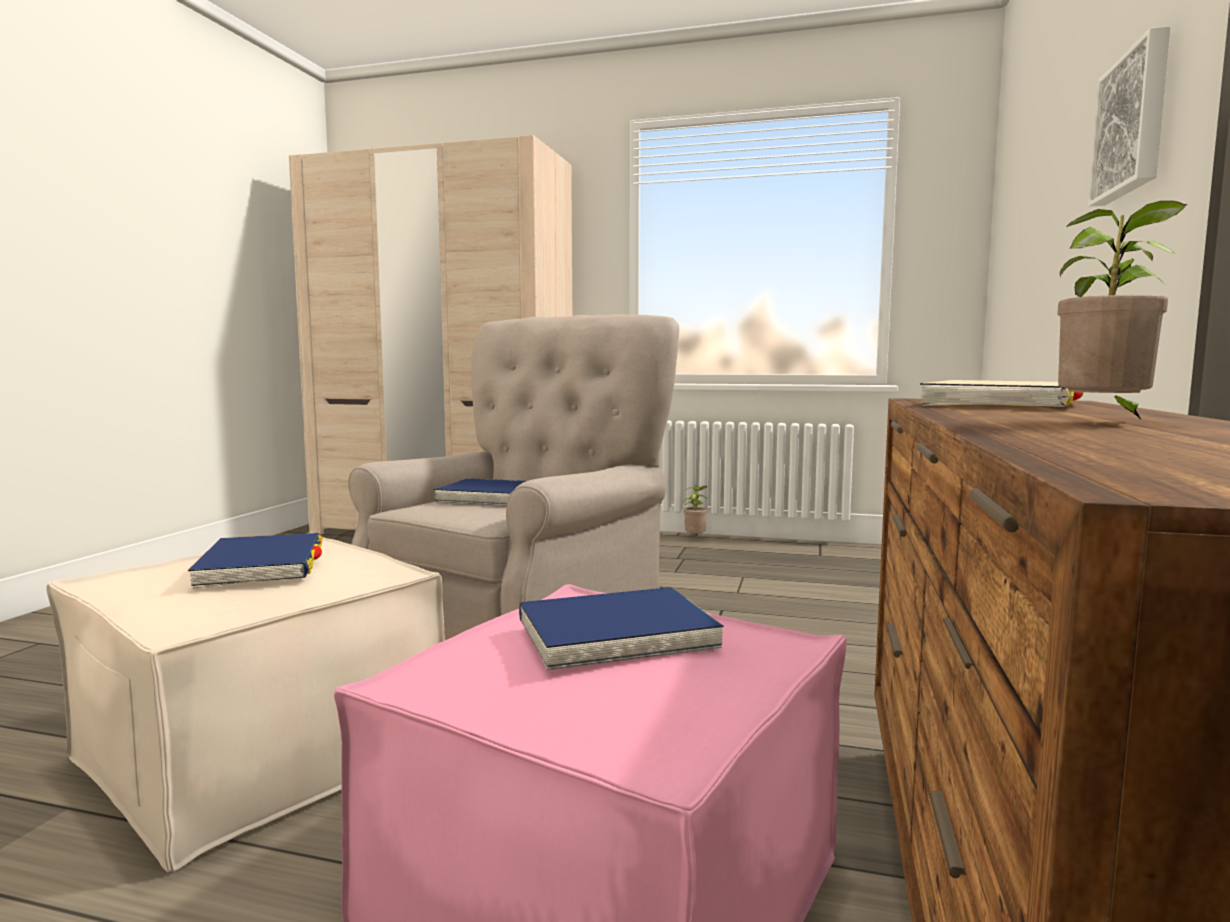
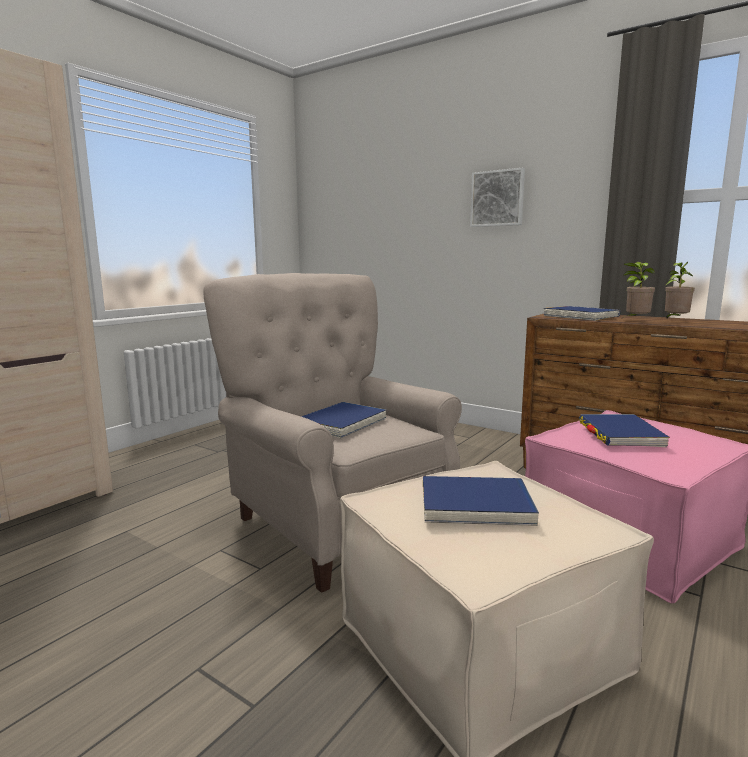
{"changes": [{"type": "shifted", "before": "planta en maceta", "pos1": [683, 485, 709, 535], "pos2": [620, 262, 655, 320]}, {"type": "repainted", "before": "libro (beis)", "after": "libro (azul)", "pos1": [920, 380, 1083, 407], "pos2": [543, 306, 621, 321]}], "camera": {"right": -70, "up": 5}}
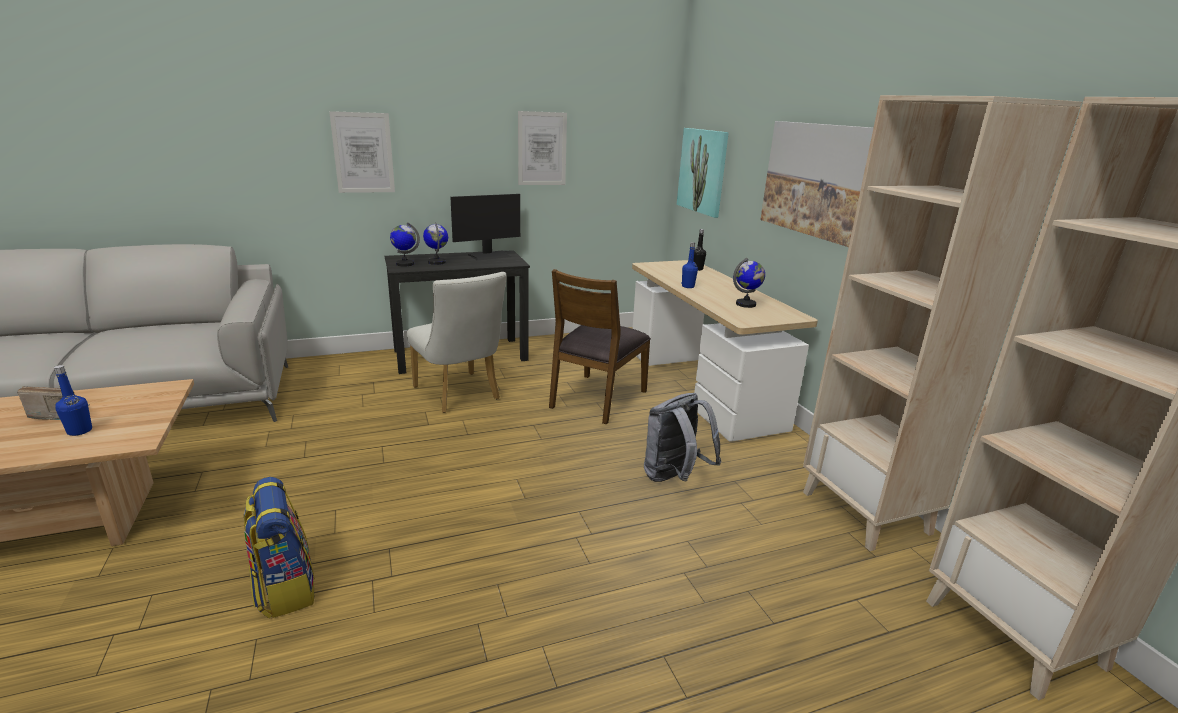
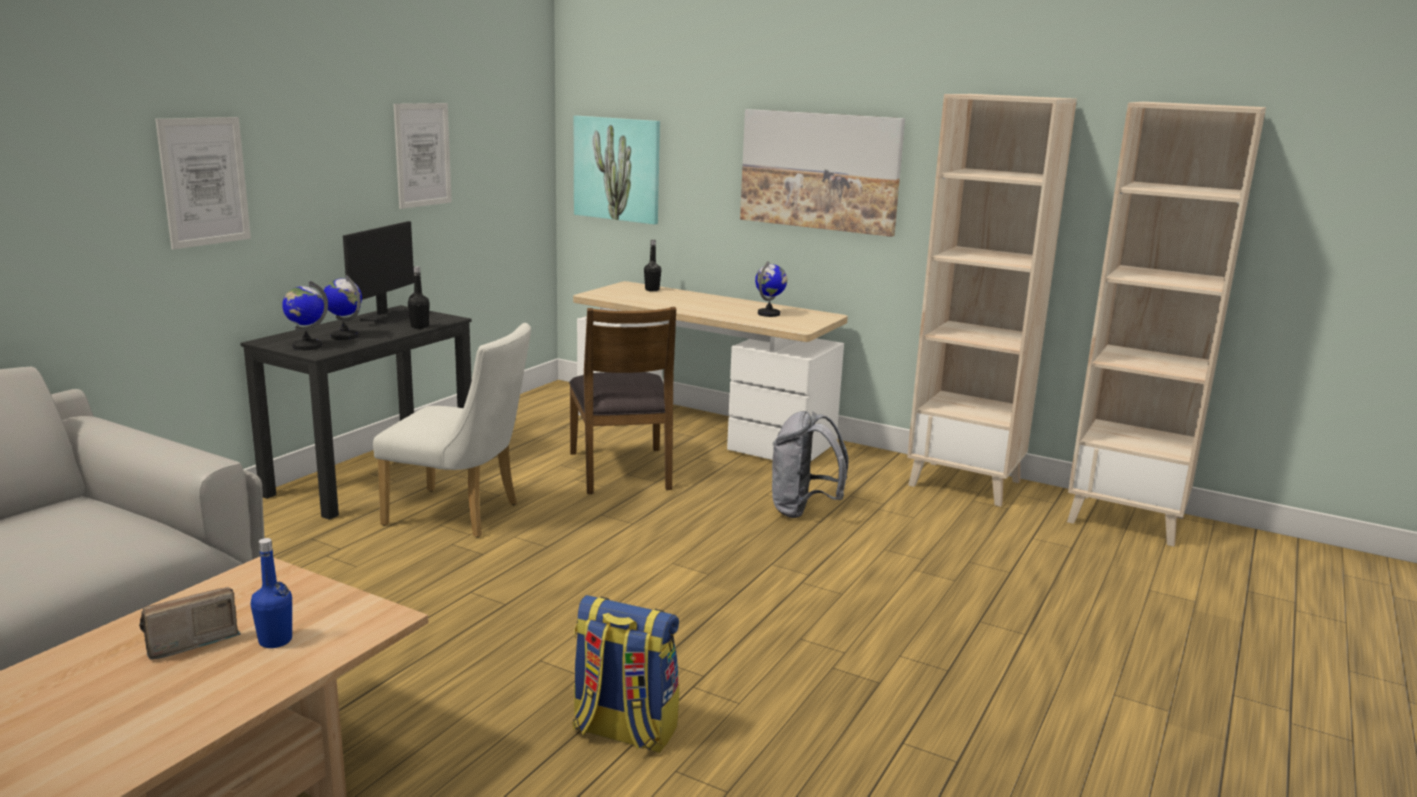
{"changes": [{"type": "gone", "before": "botella (azul)", "pos1": [682, 242, 698, 288]}, {"type": "new", "after": "botella (negro)", "pos2": [408, 266, 430, 329]}], "camera": {"right": -40, "up": -5}}
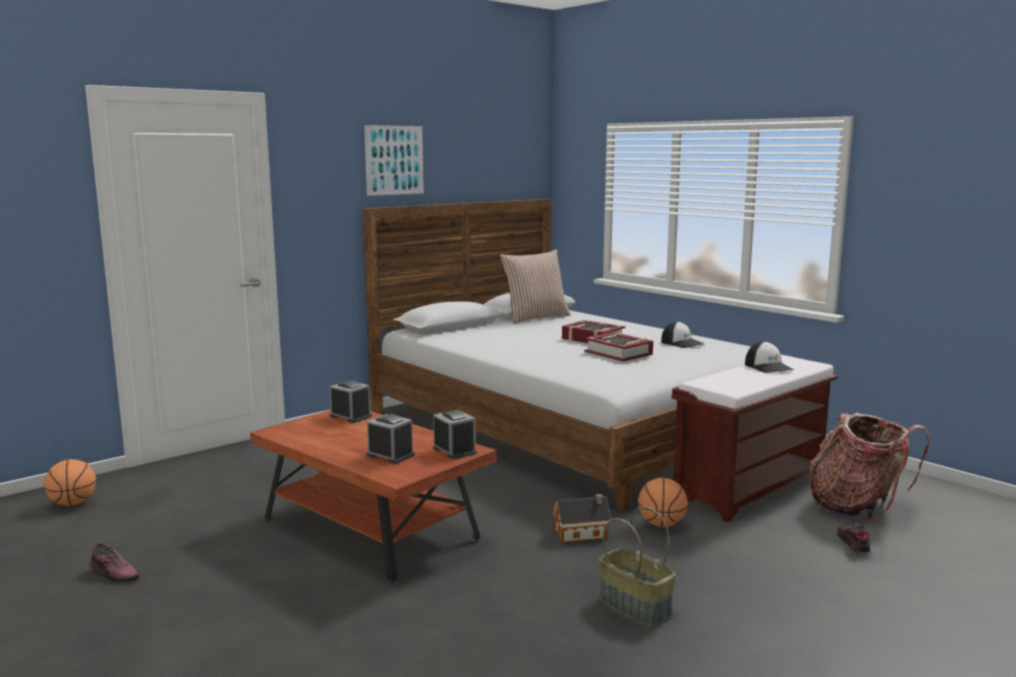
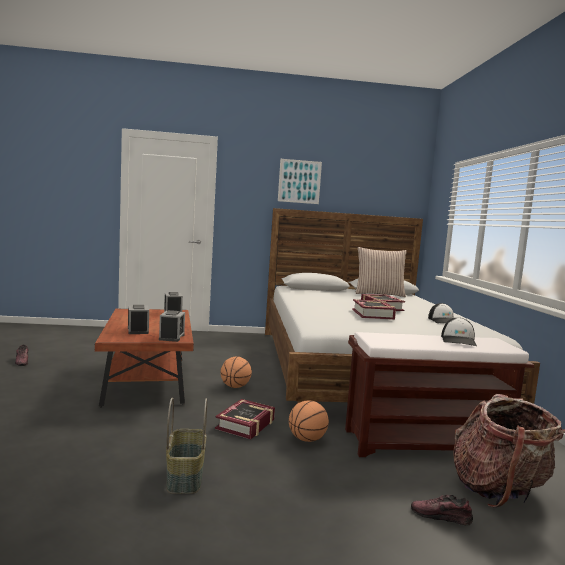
{"changes": [{"type": "shifted", "before": "balón de baloncesto", "pos1": [44, 459, 96, 506], "pos2": [220, 356, 252, 388]}, {"type": "swapped", "before": "casita", "after": "libro", "pos1": [553, 494, 611, 543], "pos2": [215, 399, 275, 439]}, {"type": "rotated", "before": "zapato", "pos1": [837, 523, 870, 553], "pos2": [411, 494, 473, 525], "turn": -105}], "camera": {"right": 35, "up": -5}}
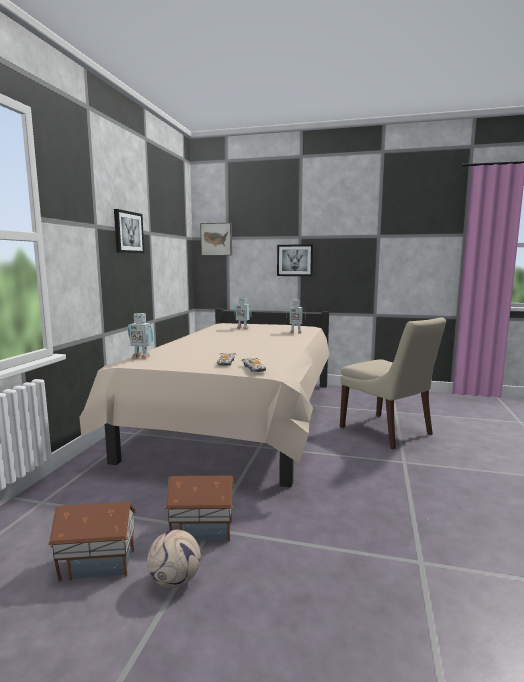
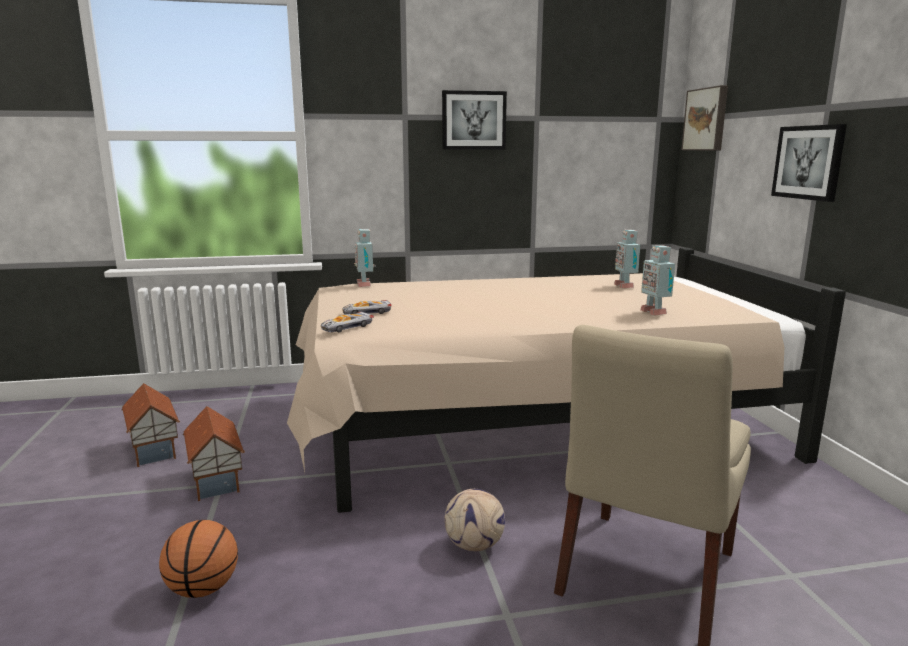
{"changes": [{"type": "new", "after": "balón de baloncesto", "pos2": [159, 520, 238, 598]}, {"type": "shifted", "before": "balón de fútbol", "pos1": [147, 530, 201, 588], "pos2": [444, 489, 505, 551]}], "camera": {"right": 65, "up": 5}}
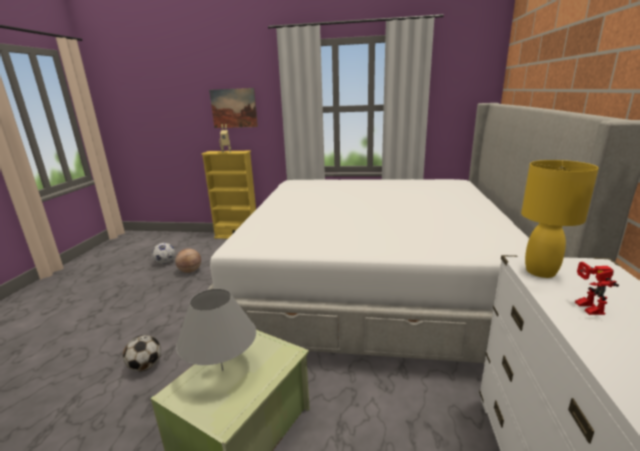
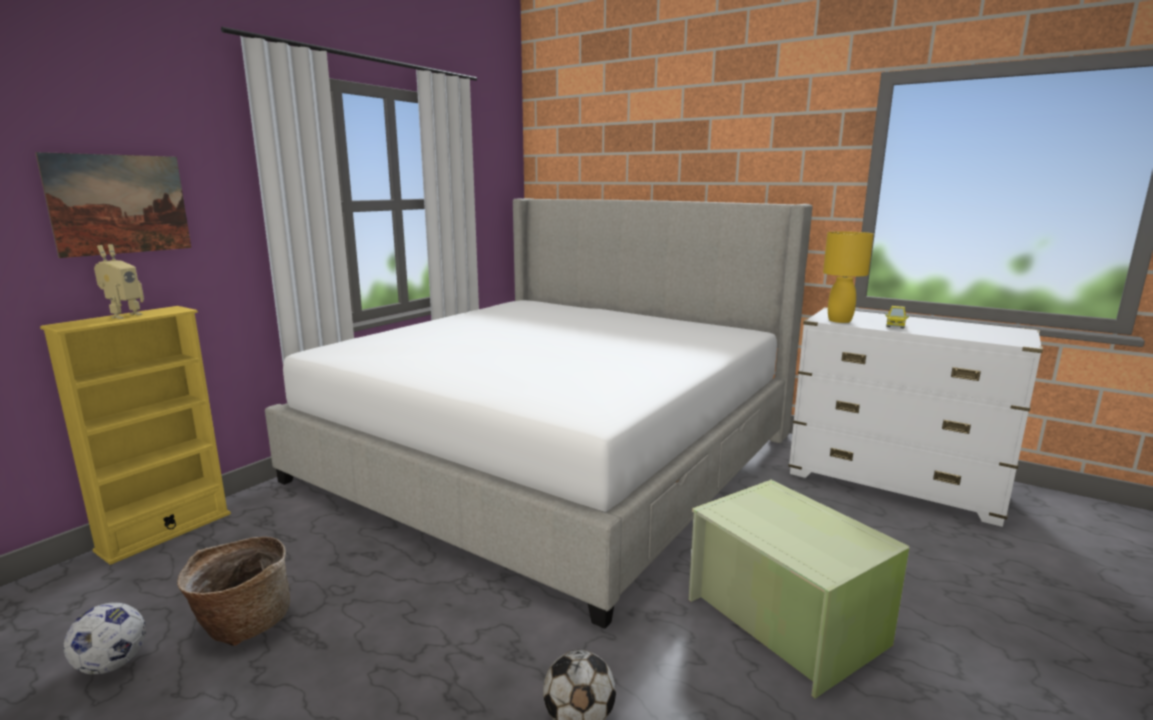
{"changes": [{"type": "gone", "before": "lámpara de mesa (gris)", "pos1": [176, 289, 256, 371]}, {"type": "swapped", "before": "balón de baloncesto", "after": "cesta", "pos1": [175, 248, 201, 273], "pos2": [177, 536, 290, 646]}, {"type": "swapped", "before": "robot de juguete", "after": "camión de juguete", "pos1": [575, 262, 619, 315], "pos2": [885, 306, 909, 328]}], "camera": {"right": -65, "up": -5}}
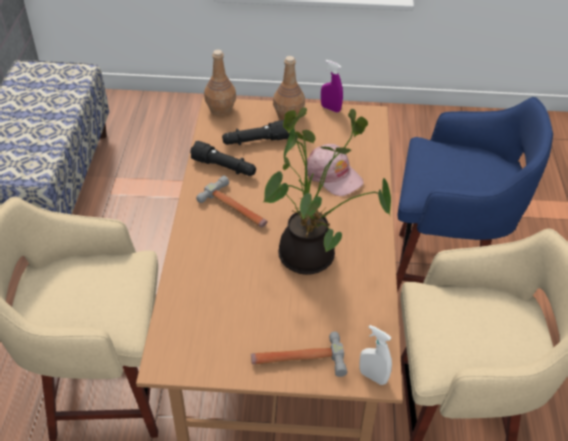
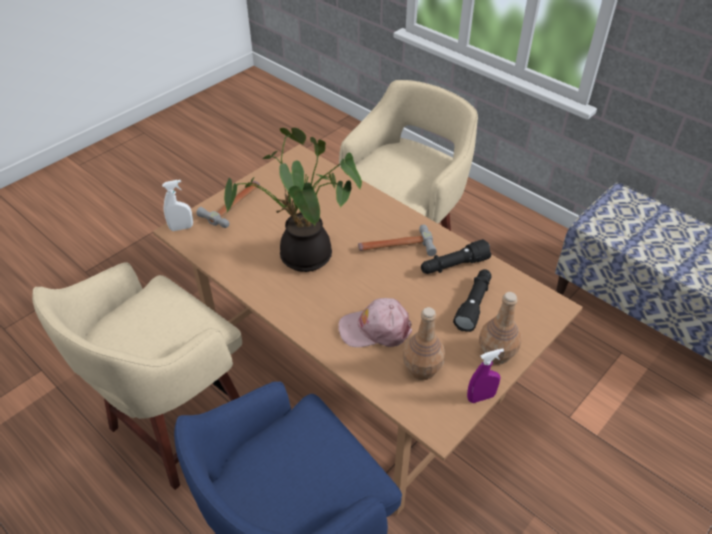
{"changes": [{"type": "shifted", "before": "botella (marrón)", "pos1": [204, 50, 236, 116], "pos2": [403, 307, 445, 380]}], "camera": {"right": 130, "up": 0}}
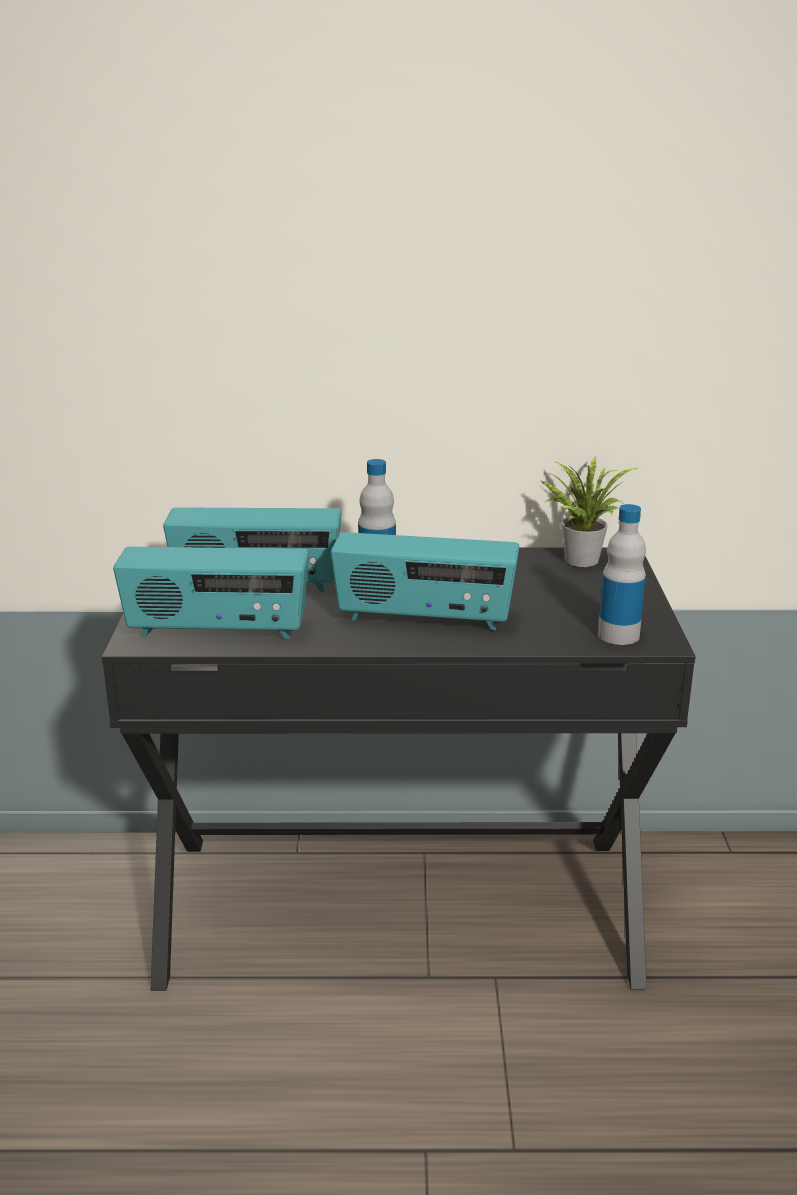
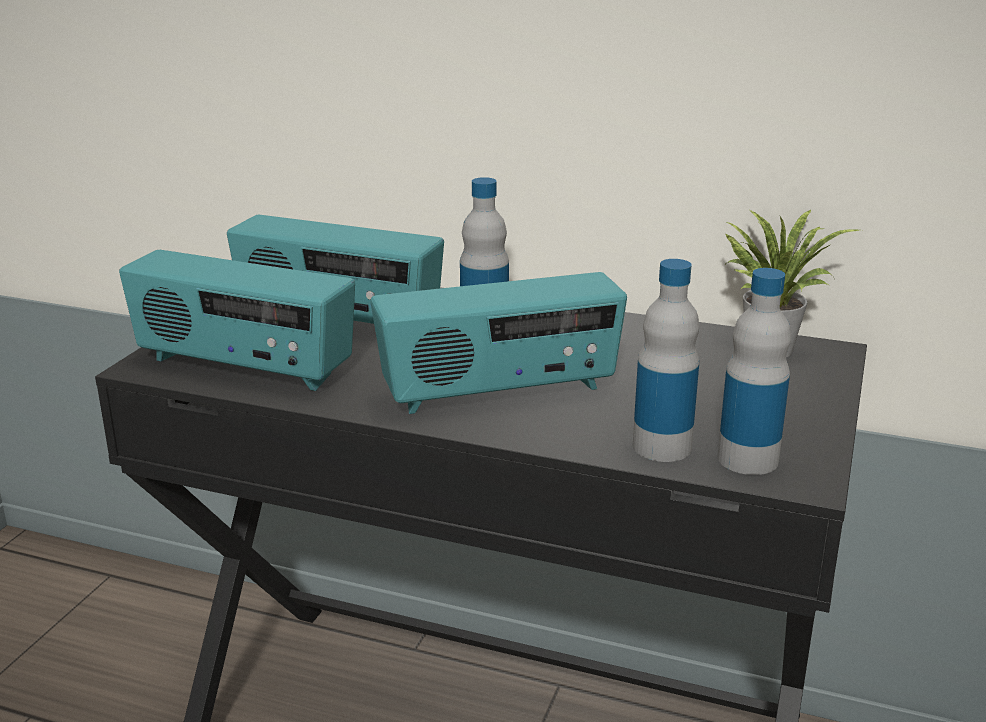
{"changes": [{"type": "new", "after": "botella", "pos2": [633, 259, 699, 462]}, {"type": "rotated", "before": "radio", "pos1": [331, 532, 519, 630], "pos2": [370, 272, 627, 414], "turn": -45}], "camera": {"right": 20, "up": 0}}
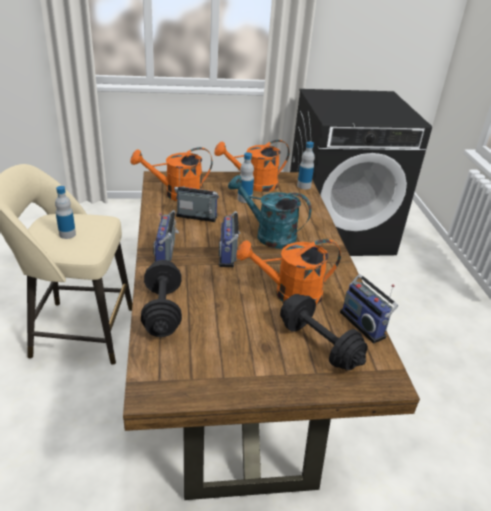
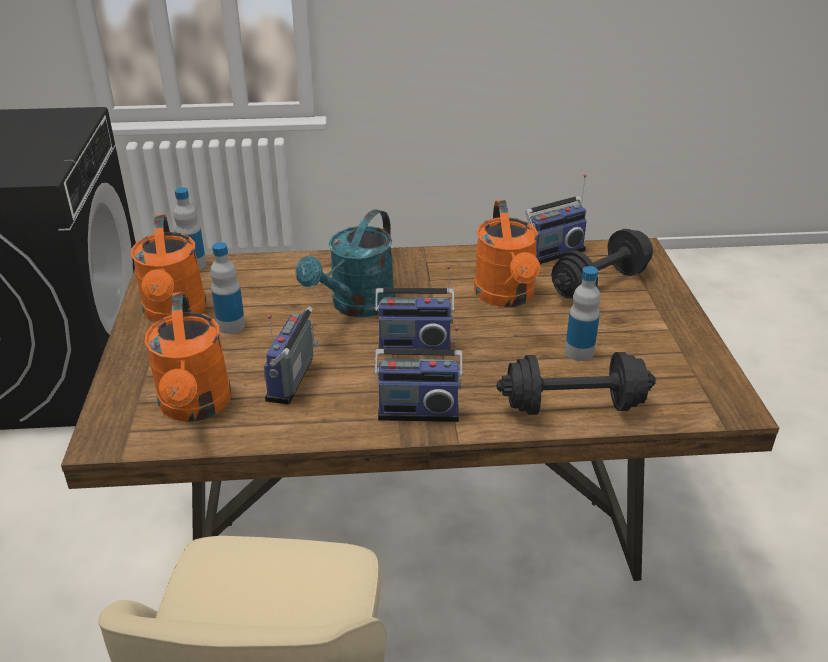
{"changes": [{"type": "shifted", "before": "botella", "pos1": [55, 186, 76, 239], "pos2": [565, 266, 601, 361]}], "camera": {"right": -85, "up": 0}}
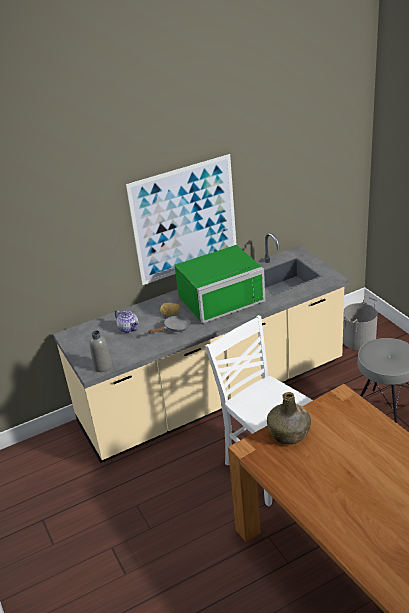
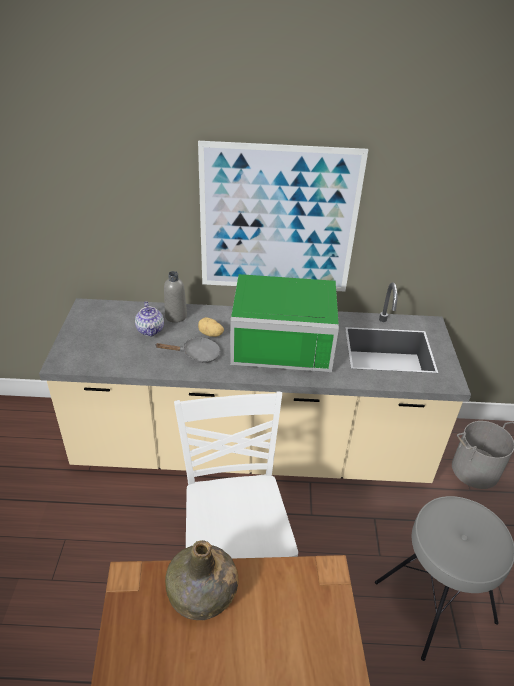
{"changes": [{"type": "shifted", "before": "botella (gris)", "pos1": [90, 330, 112, 372], "pos2": [164, 271, 187, 323]}], "camera": {"right": 25, "up": 5}}
